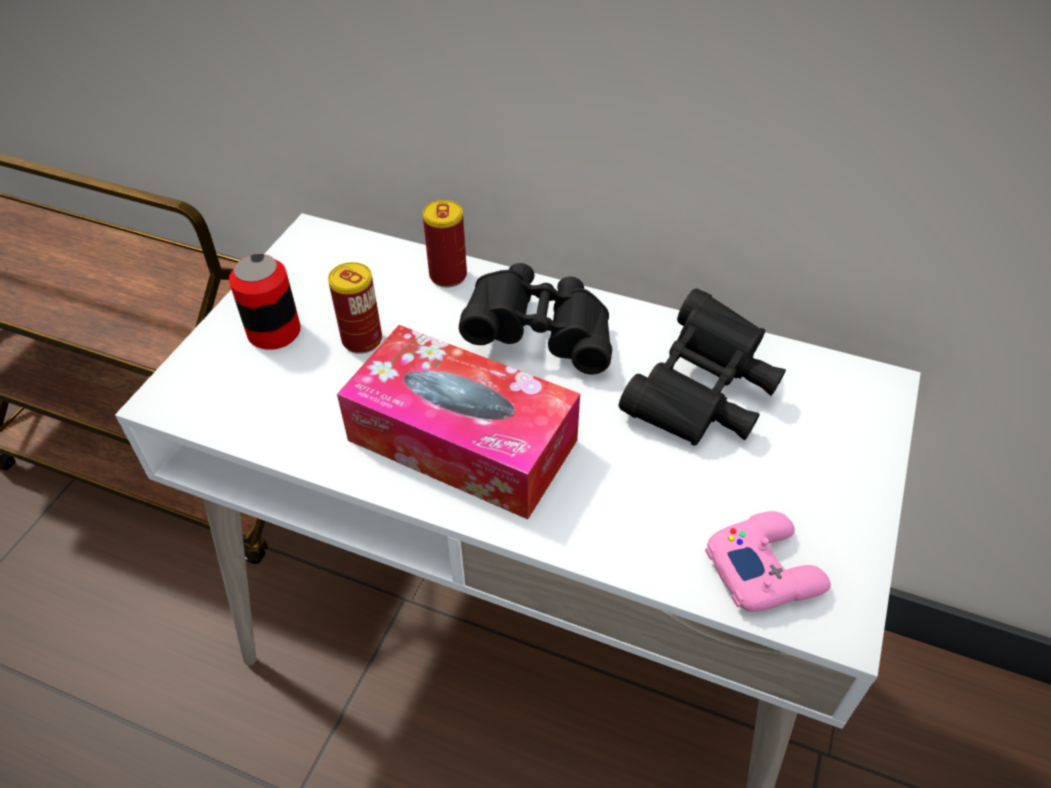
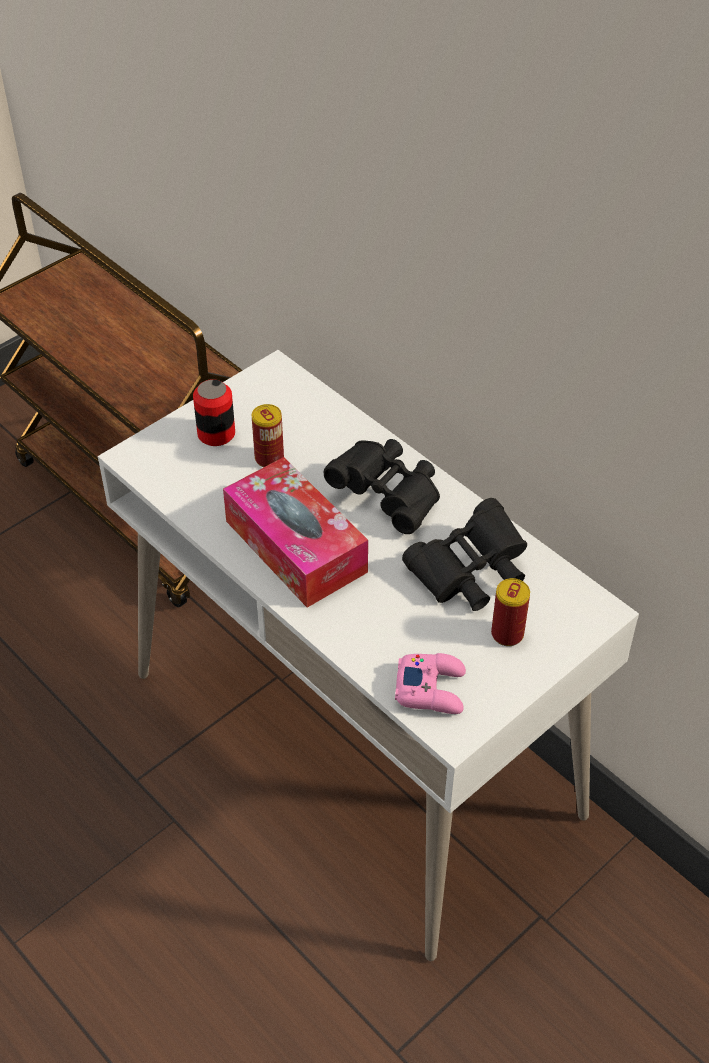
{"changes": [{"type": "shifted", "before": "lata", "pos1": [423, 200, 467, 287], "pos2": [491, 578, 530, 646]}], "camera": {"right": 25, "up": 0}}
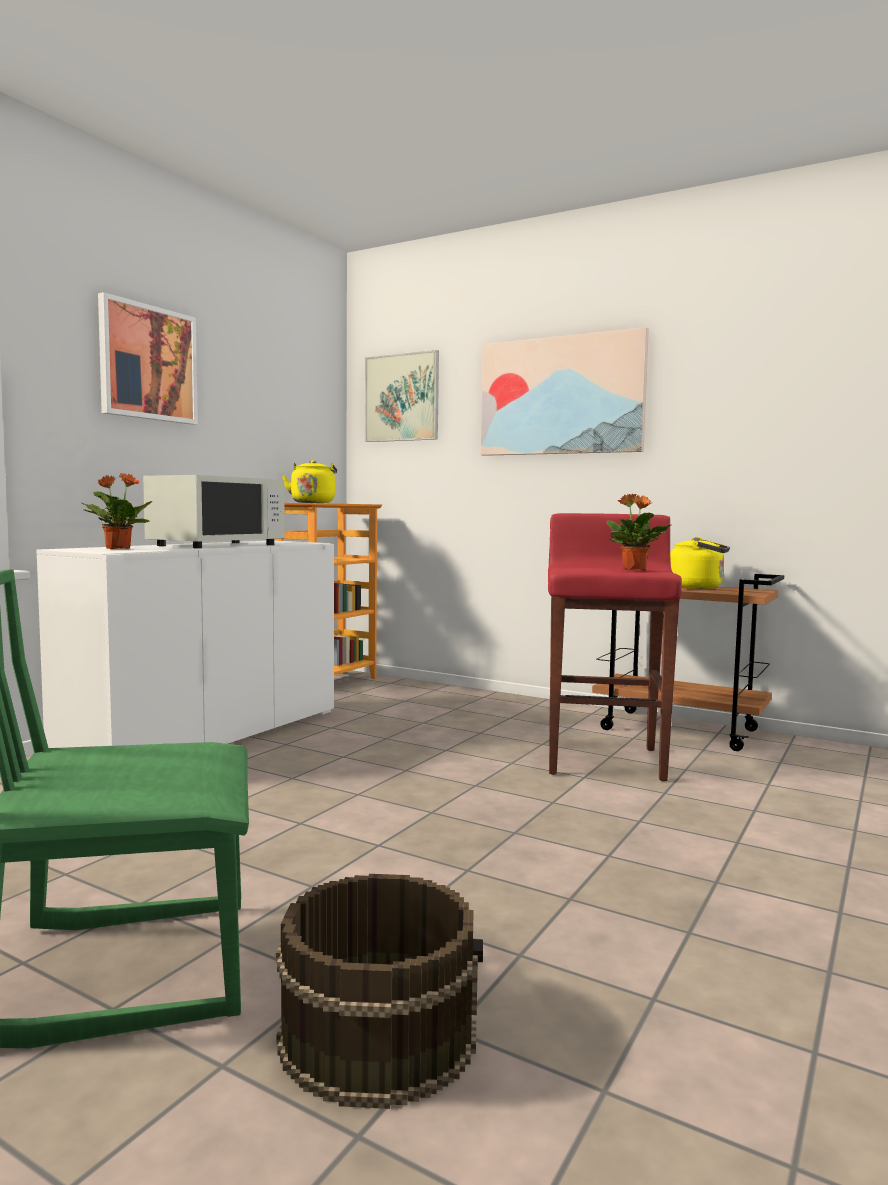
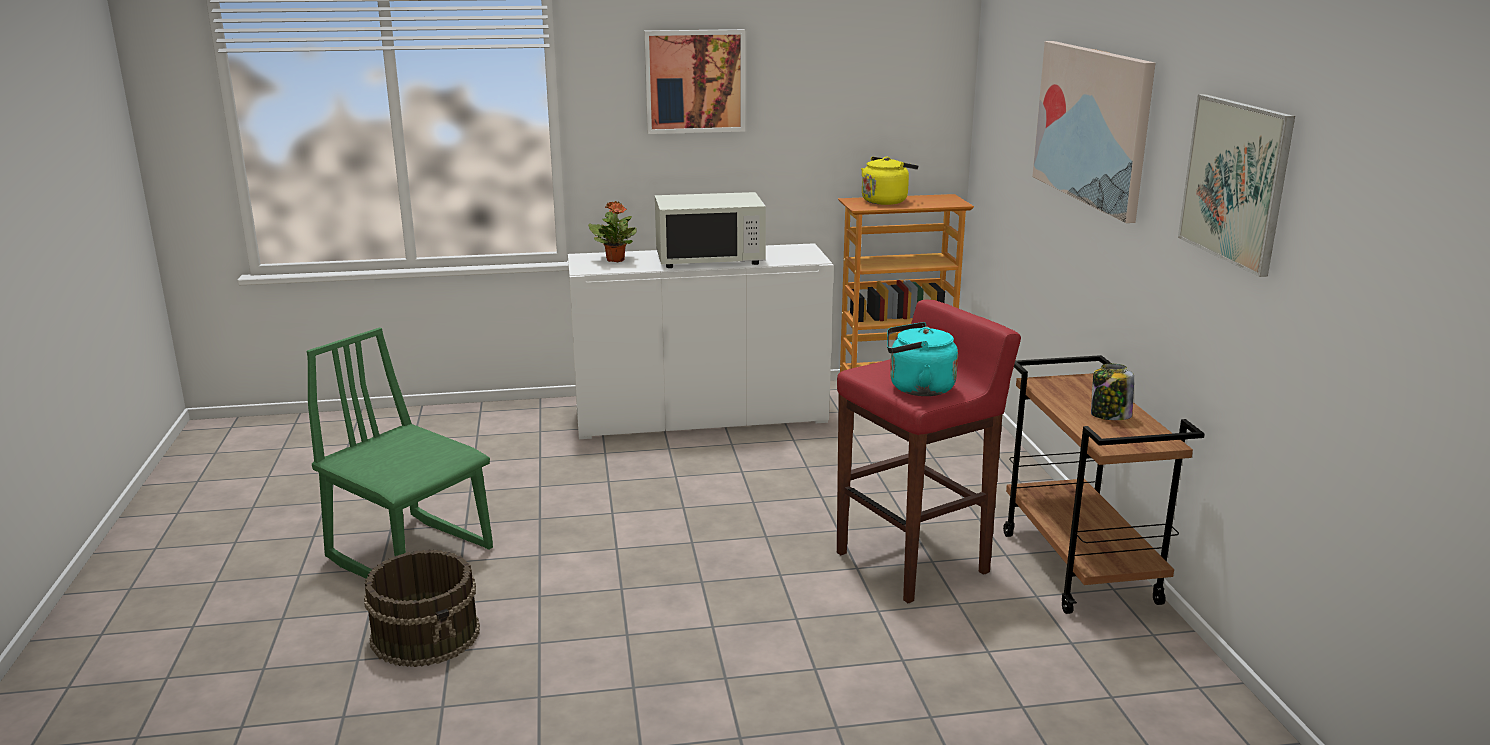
{"changes": [{"type": "shifted", "before": "cuadro", "pos1": [365, 350, 439, 442], "pos2": [1178, 94, 1295, 277]}, {"type": "swapped", "before": "planta en maceta", "after": "hervidor (turquesa)", "pos1": [606, 494, 671, 570], "pos2": [887, 322, 958, 396]}, {"type": "swapped", "before": "hervidor (amarillo)", "after": "tarro", "pos1": [670, 537, 730, 589], "pos2": [1091, 364, 1134, 420]}], "camera": {"right": 50, "up": 15}}
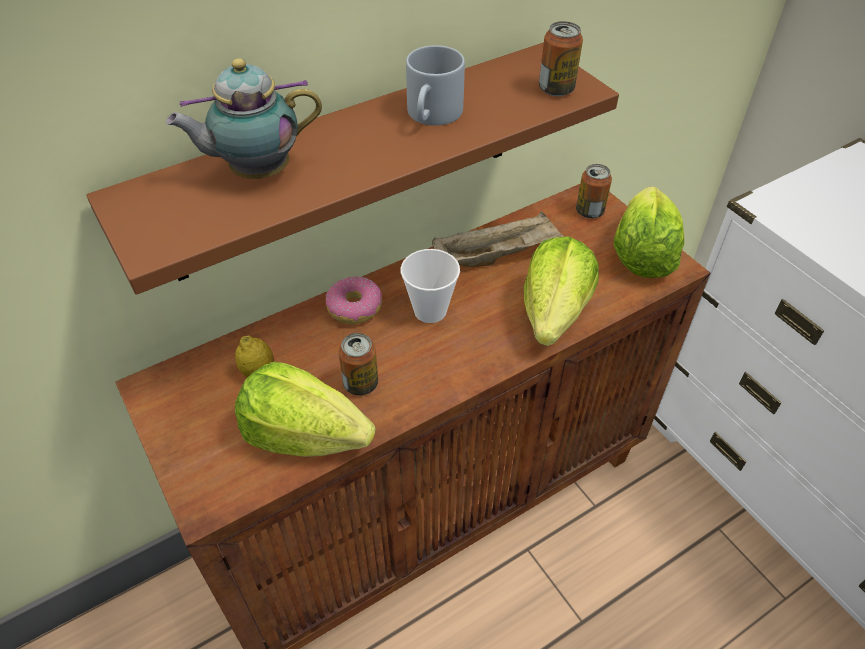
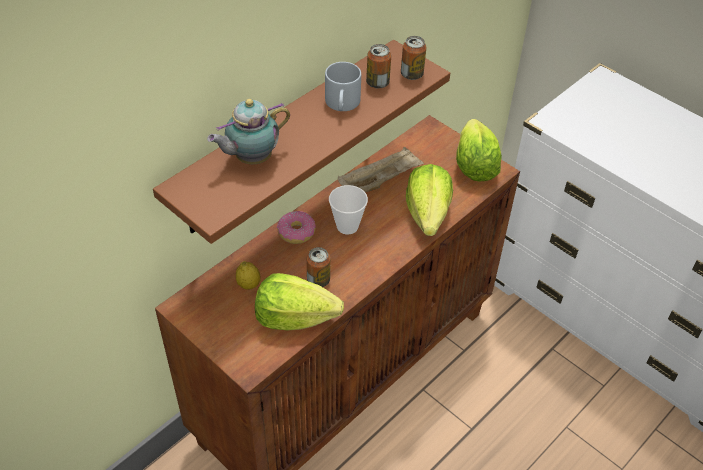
{"changes": [{"type": "shifted", "before": "lata", "pos1": [576, 164, 612, 219], "pos2": [366, 44, 391, 89]}], "camera": {"right": -15, "up": 0}}
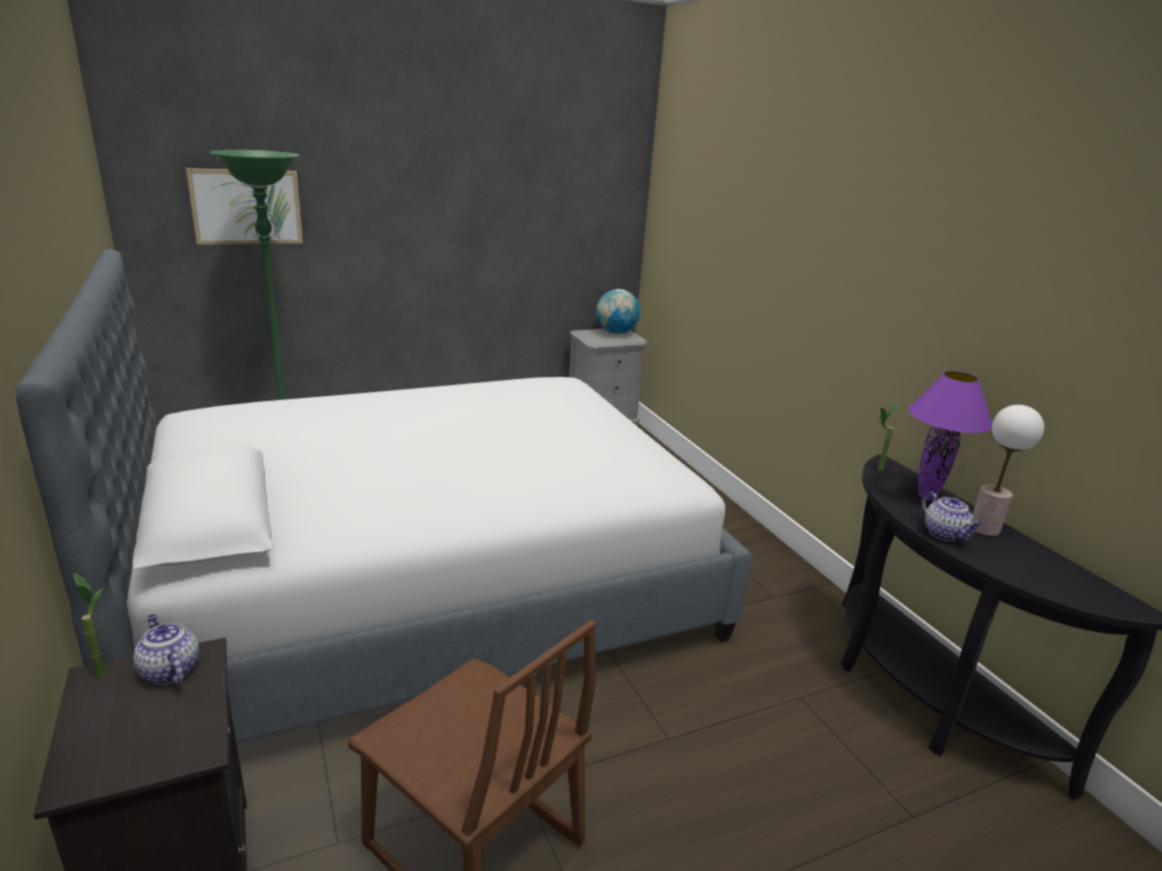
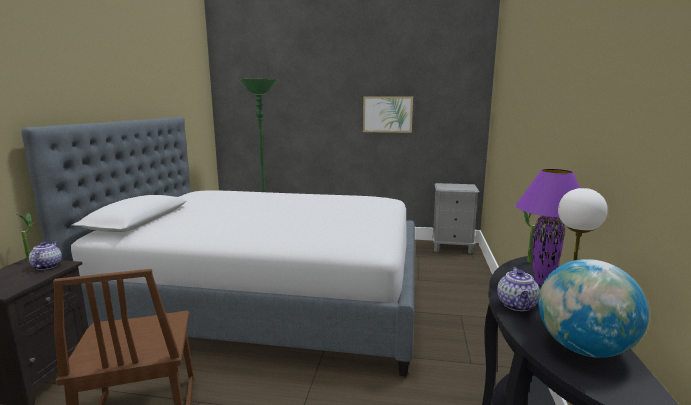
{"changes": [{"type": "shifted", "before": "cuadro", "pos1": [186, 168, 303, 245], "pos2": [363, 96, 413, 133]}, {"type": "shifted", "before": "globo terráqueo", "pos1": [596, 289, 640, 334], "pos2": [538, 259, 649, 358]}], "camera": {"right": 35, "up": -10}}
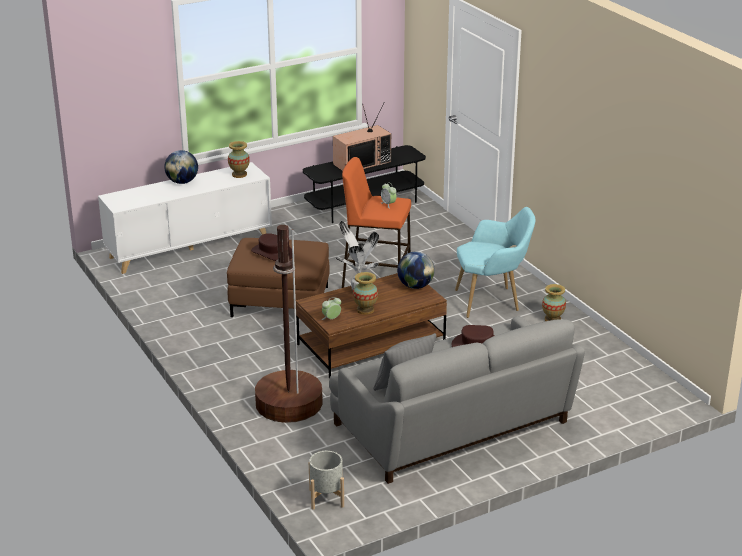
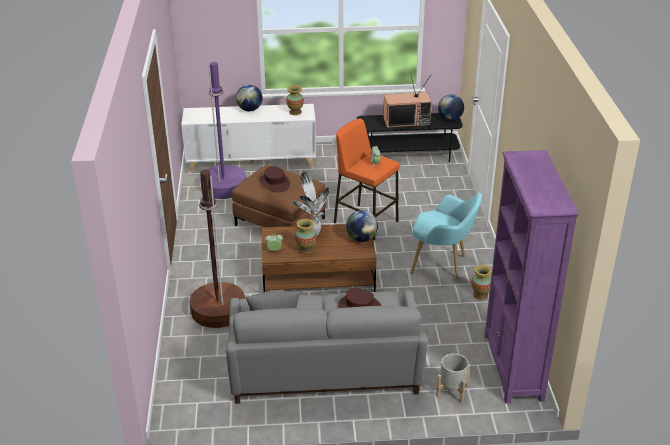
{"changes": [{"type": "new", "after": "lámpara de pie (morado)", "pos2": [200, 62, 246, 199]}, {"type": "new", "after": "globo terráqueo", "pos2": [438, 94, 464, 121]}, {"type": "new", "after": "estantería (morado)", "pos2": [484, 150, 578, 403]}, {"type": "shifted", "before": "maceta (gris)", "pos1": [309, 451, 344, 510], "pos2": [436, 353, 470, 403]}], "camera": {"right": 25, "up": 5}}
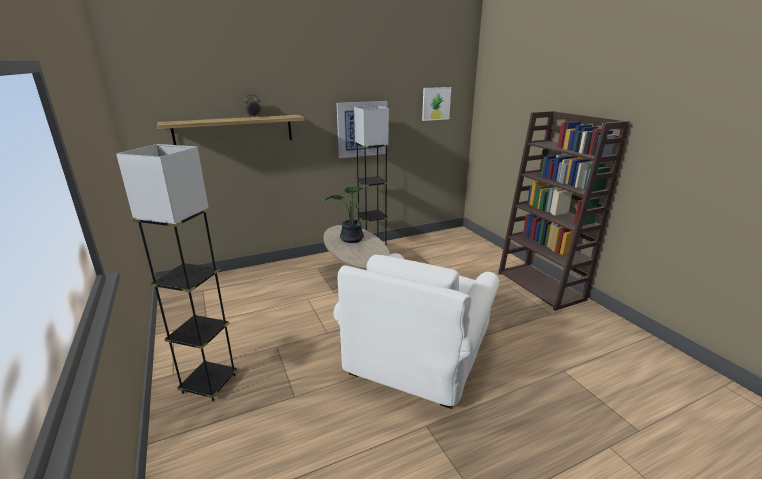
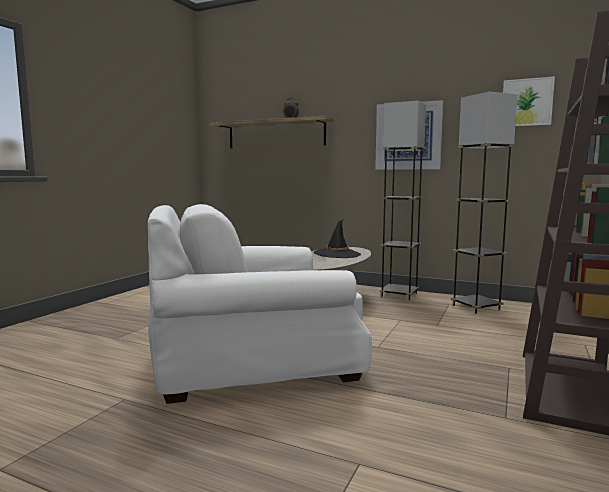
{"changes": [{"type": "shifted", "before": "lámpara de pie (gris)", "pos1": [116, 144, 238, 401], "pos2": [451, 91, 517, 314]}, {"type": "swapped", "before": "planta en maceta", "after": "sombrero (negro)", "pos1": [324, 186, 366, 243], "pos2": [314, 219, 361, 258]}], "camera": {"right": 50, "up": -15}}
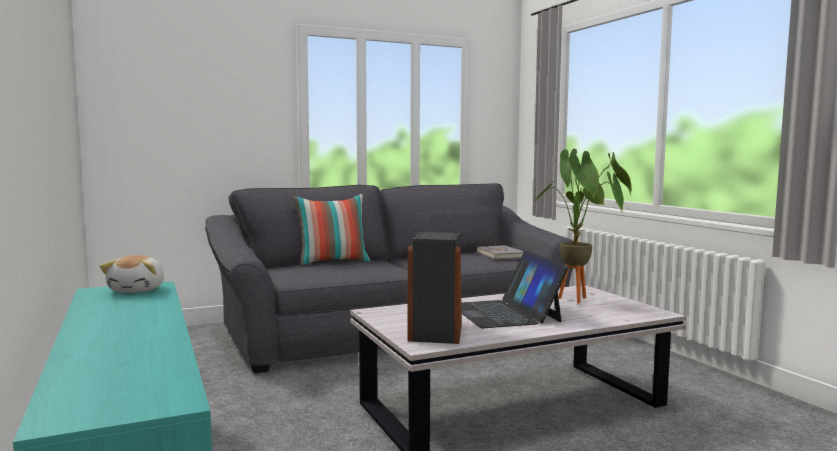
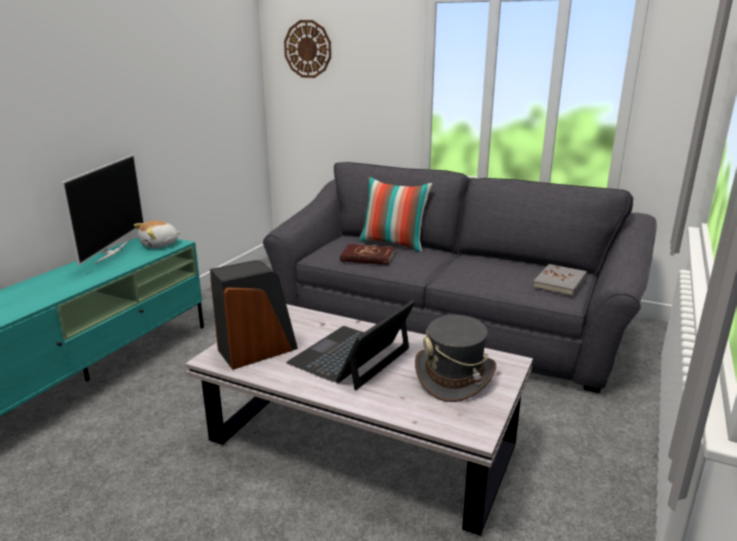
{"changes": [{"type": "new", "after": "televisor", "pos2": [61, 154, 144, 265]}, {"type": "new", "after": "reloj de pared", "pos2": [284, 20, 331, 78]}, {"type": "new", "after": "libro (rojo)", "pos2": [340, 244, 395, 265]}, {"type": "swapped", "before": "planta en maceta", "after": "sombrero (gris)", "pos1": [535, 148, 632, 303], "pos2": [415, 315, 496, 402]}], "camera": {"right": 50, "up": 15}}
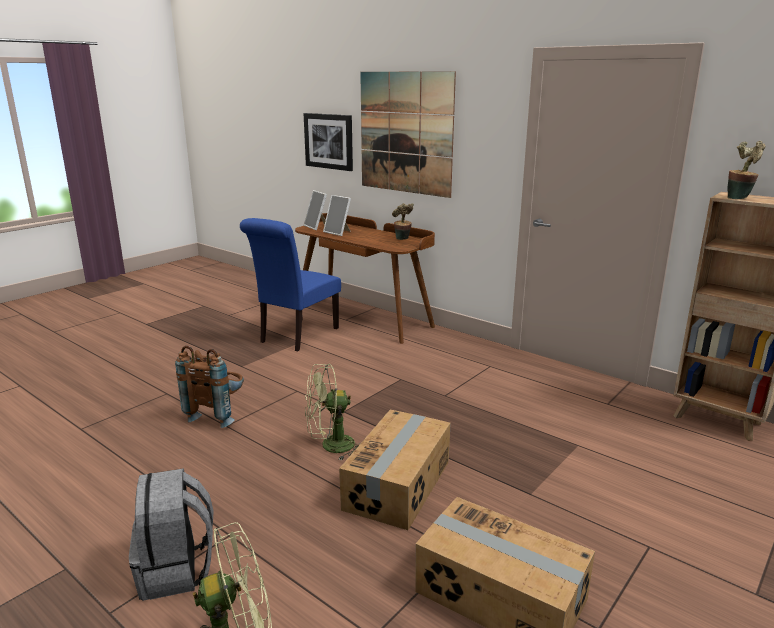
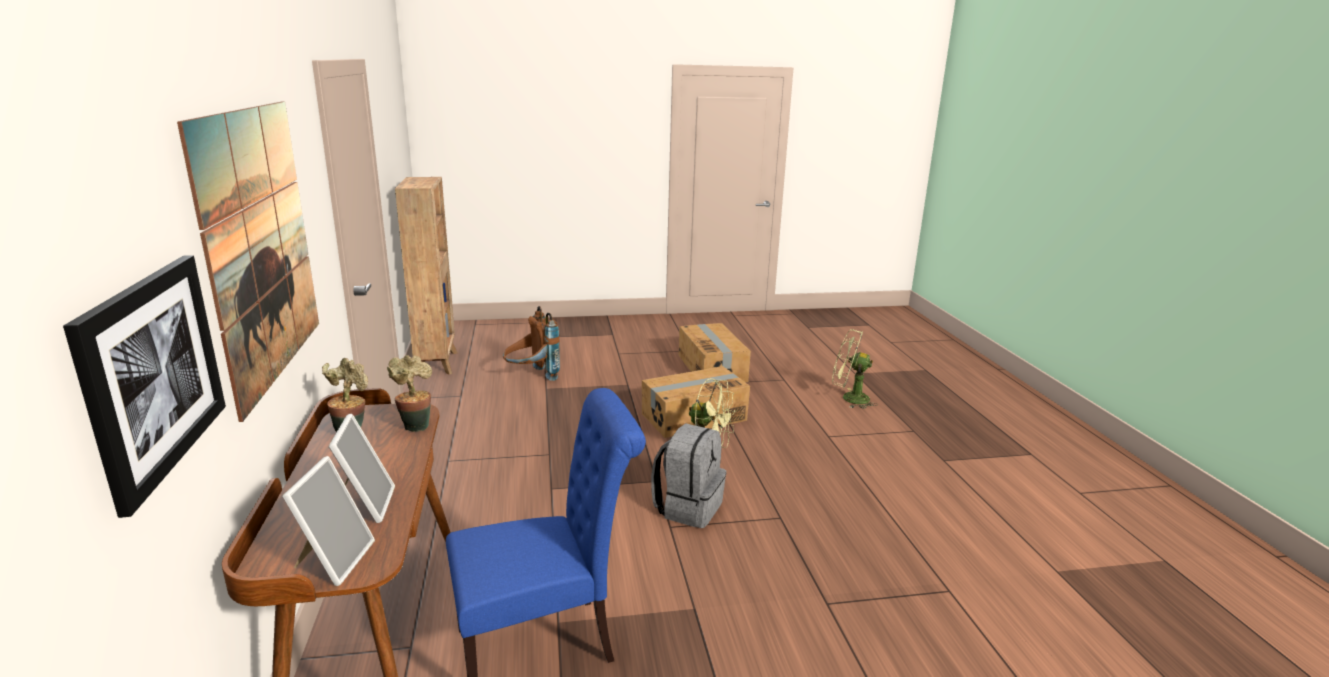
{"changes": [{"type": "shifted", "before": "mochila (gris)", "pos1": [129, 469, 213, 601], "pos2": [651, 423, 726, 528]}, {"type": "shifted", "before": "mochila (marrón)", "pos1": [175, 346, 244, 428], "pos2": [503, 306, 560, 381]}, {"type": "shifted", "before": "planta en maceta", "pos1": [727, 141, 765, 199], "pos2": [387, 355, 432, 432]}], "camera": {"right": -140, "up": 0}}
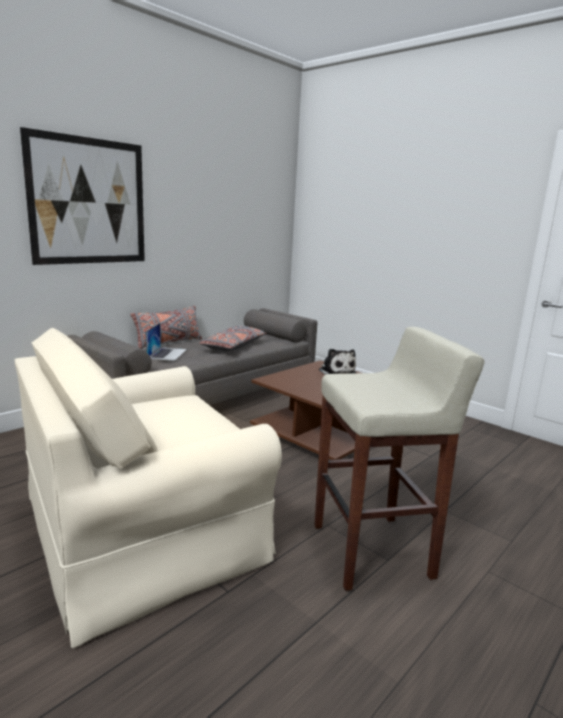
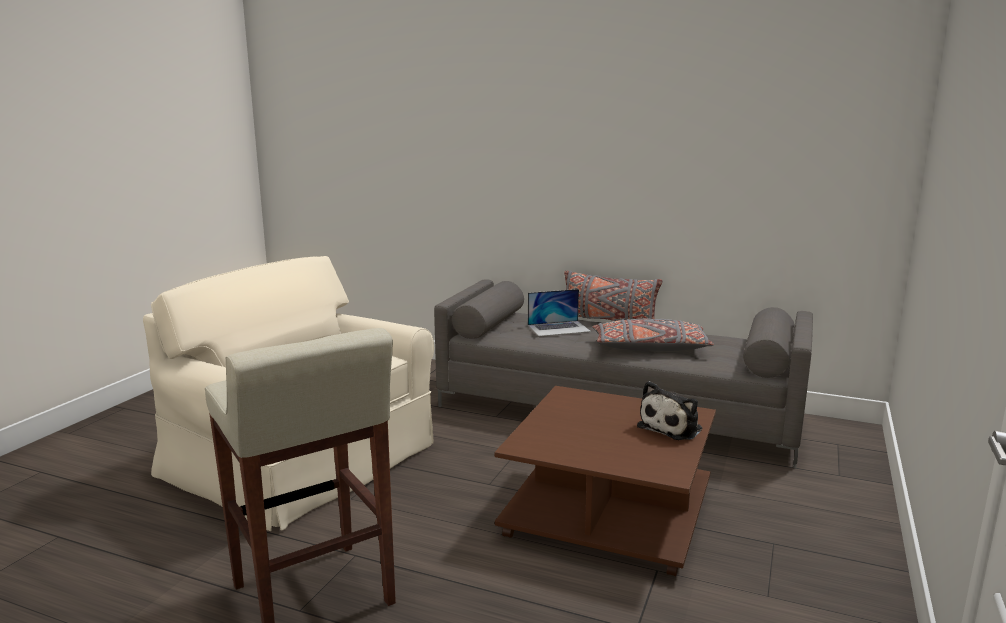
{"changes": [{"type": "gone", "before": "cuadro", "pos1": [20, 127, 145, 265]}], "camera": {"right": 70, "up": 0}}
